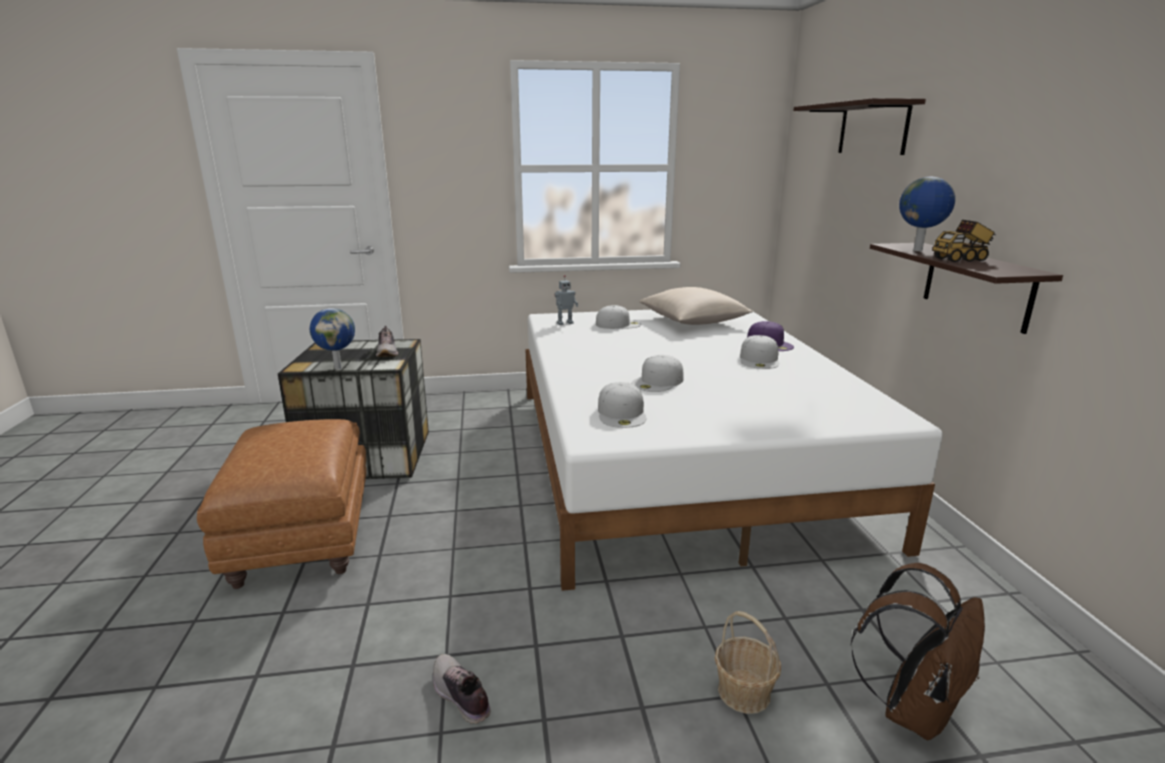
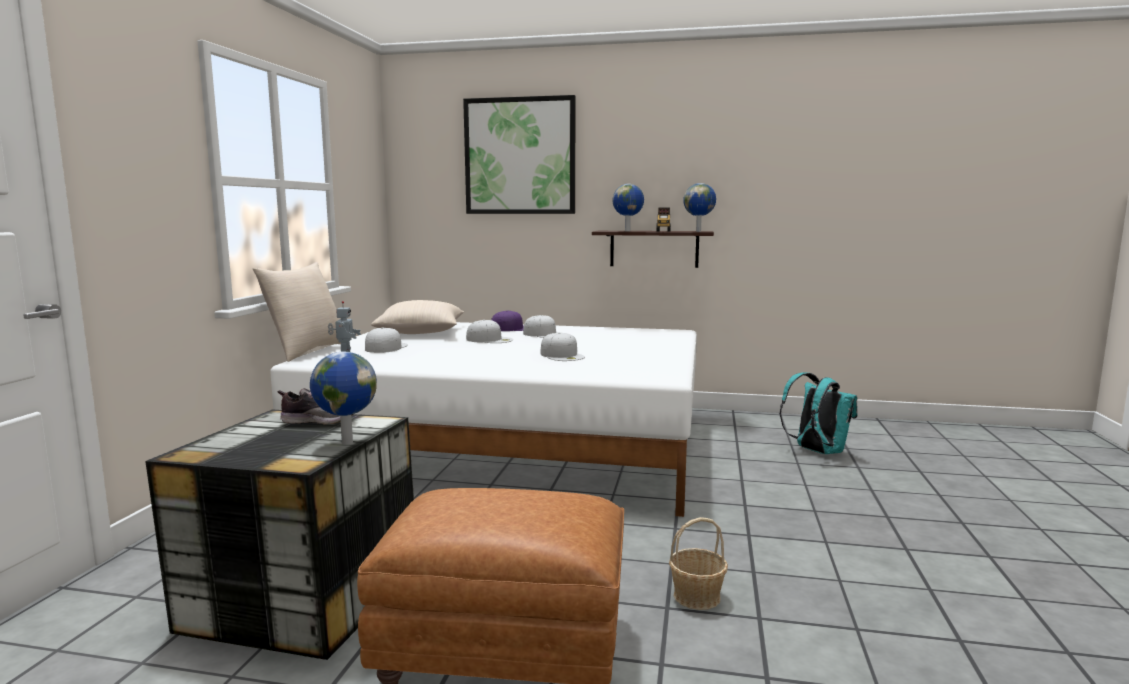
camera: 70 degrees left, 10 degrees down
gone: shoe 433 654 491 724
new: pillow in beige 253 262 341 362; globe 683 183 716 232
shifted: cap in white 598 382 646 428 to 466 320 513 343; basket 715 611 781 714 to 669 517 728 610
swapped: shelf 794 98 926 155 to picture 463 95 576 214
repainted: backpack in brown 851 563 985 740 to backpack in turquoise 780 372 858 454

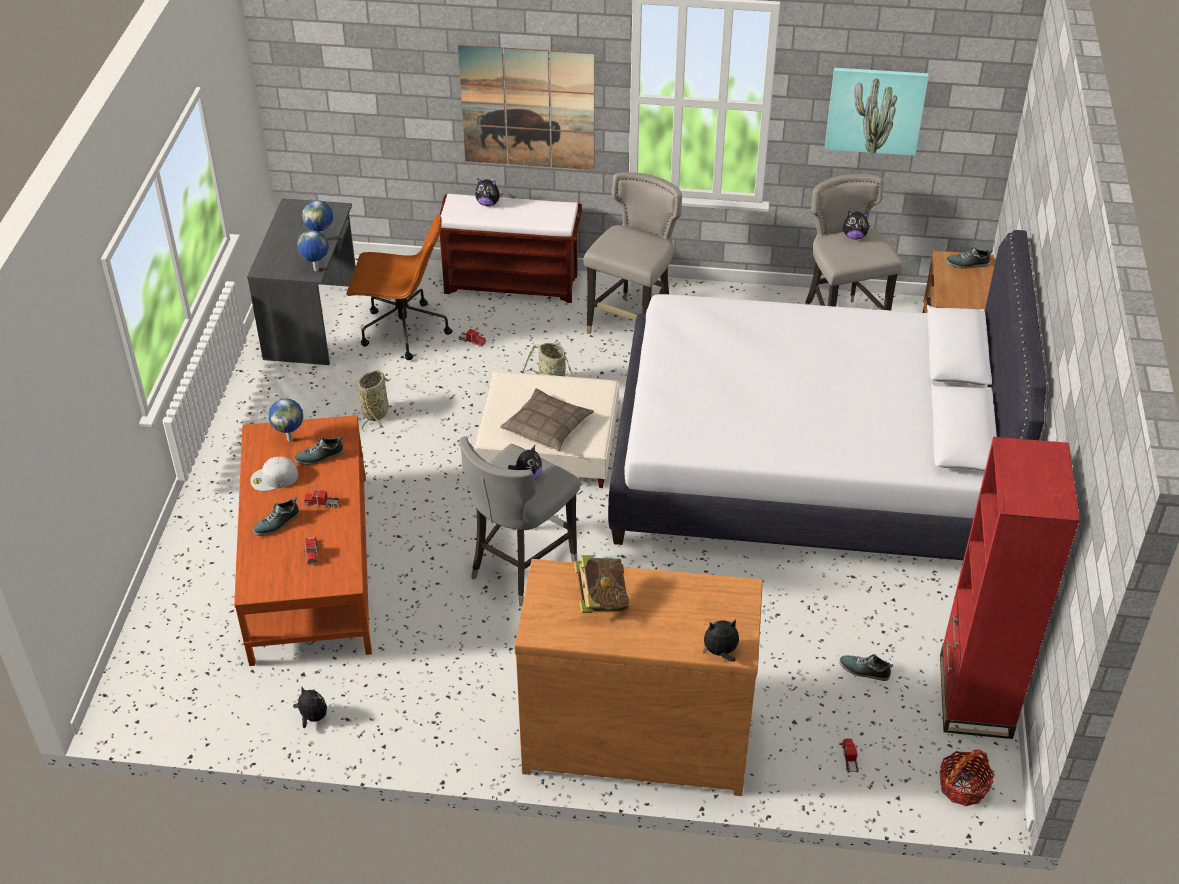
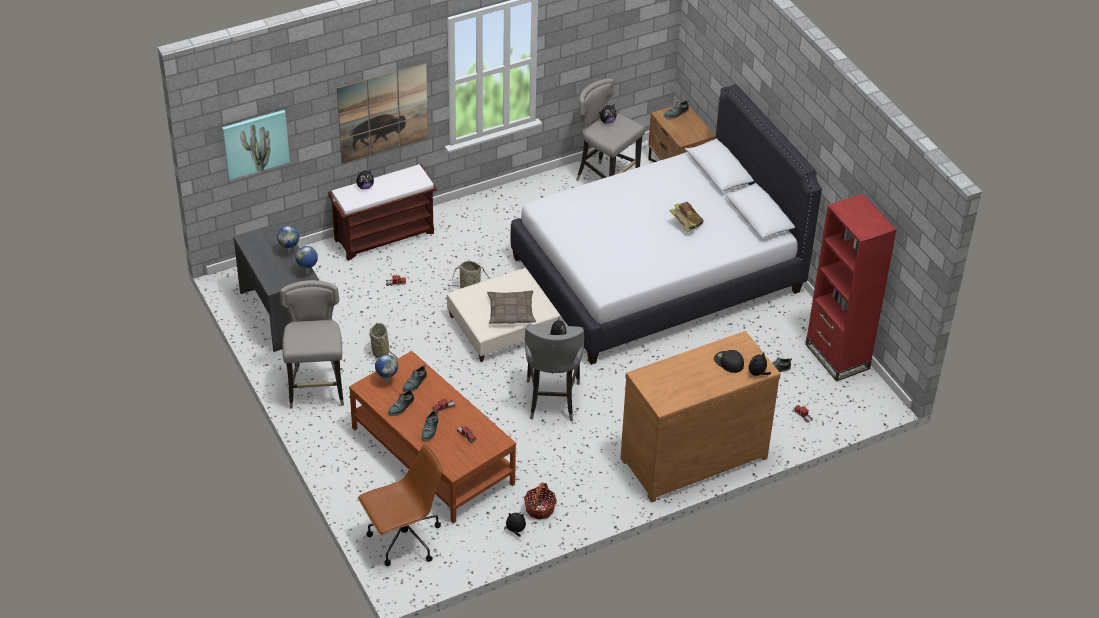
camera: 35 degrees left, 0 degrees up
new: cap in black 714 350 744 373
shifted: office chair in brown 346 214 452 360 to 358 444 443 566; book 574 555 629 613 to 670 202 704 232; stool in grey 583 172 682 334 to 280 280 344 409; picture 825 68 929 156 to 222 110 290 180; basket 940 749 995 806 to 524 483 557 520
swapped: cap in white 250 457 298 491 to shoe 388 389 414 416

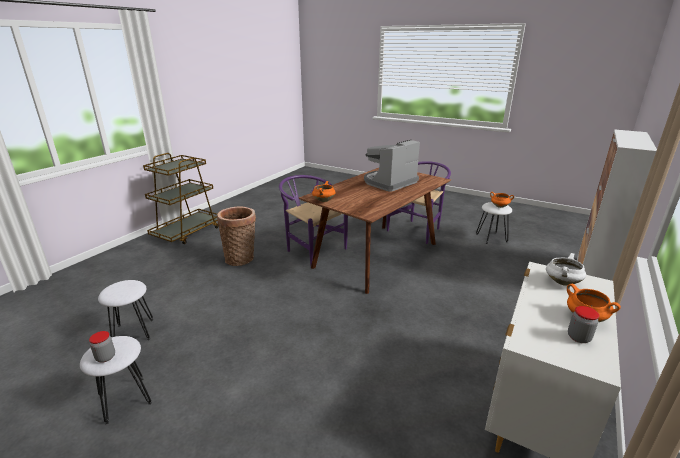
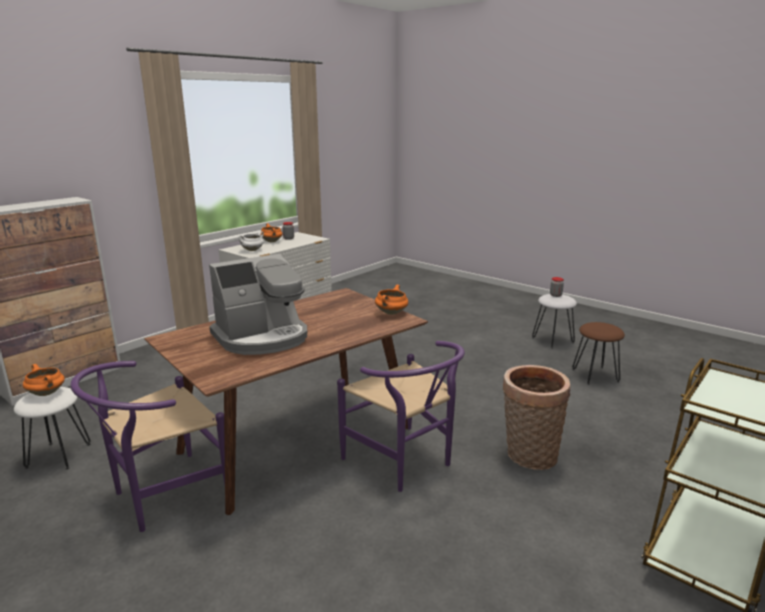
camera: 170 degrees left, 5 degrees down
repainted: stool in white 98 280 153 340 to stool in brown 572 322 625 385

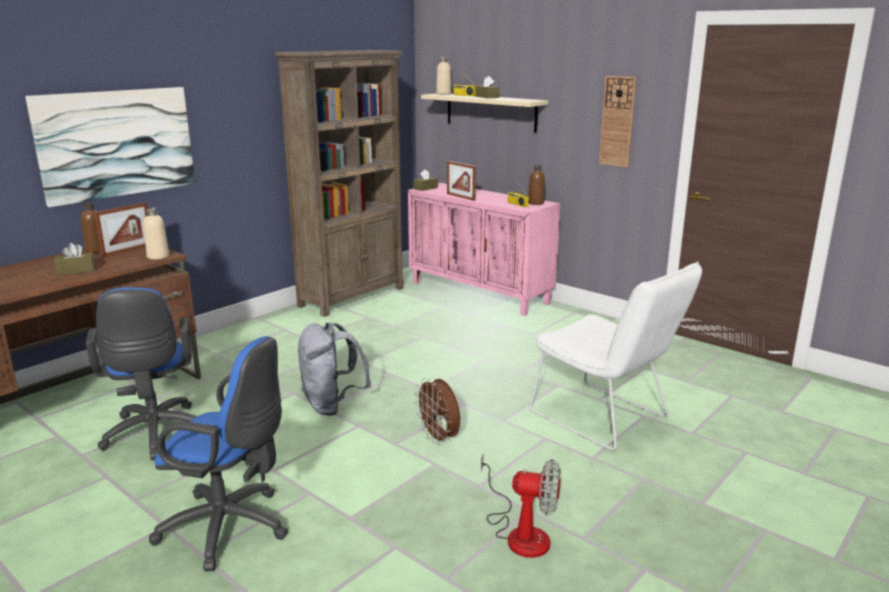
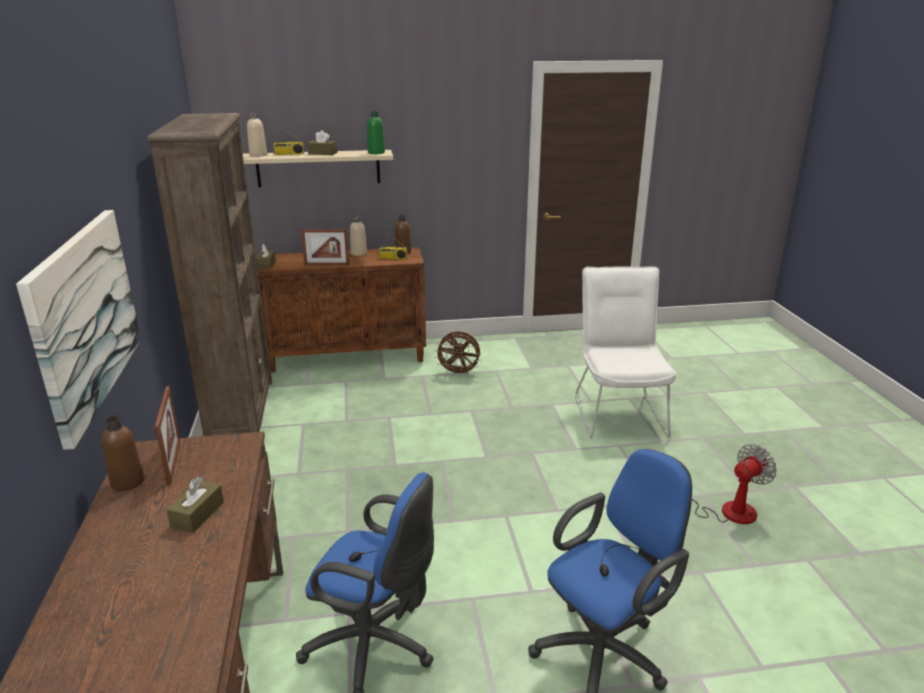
camera: 50 degrees left, 5 degrees up
gone: backpack in grey 298 323 371 416; wall clock 599 76 637 167
new: bottle in green 367 111 385 154
shifted: bottle in beige 143 208 169 260 to 350 216 367 256; fan in brown 414 378 460 445 to 434 332 482 377
repainted: cabinet in pink 408 183 561 316 to cabinet in brown 256 247 426 372
rotated: chair in white 530 262 702 450 = 575 266 677 438 90 degrees counterclockwise

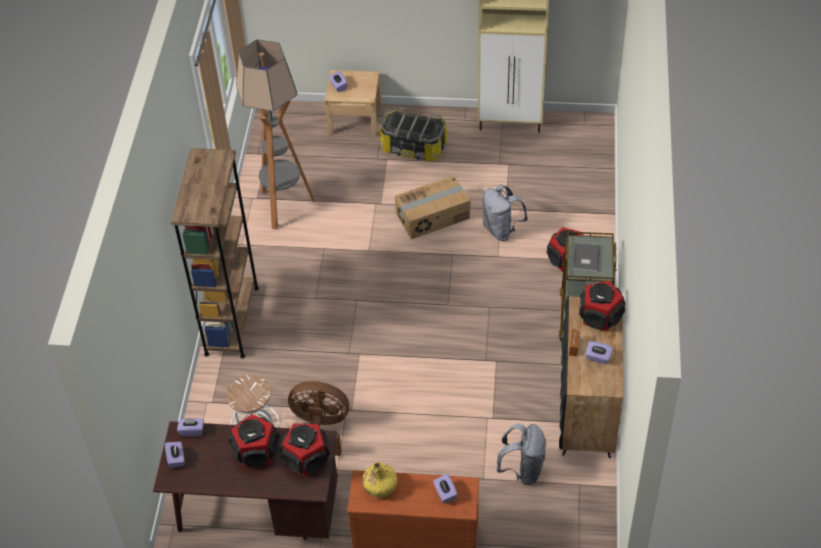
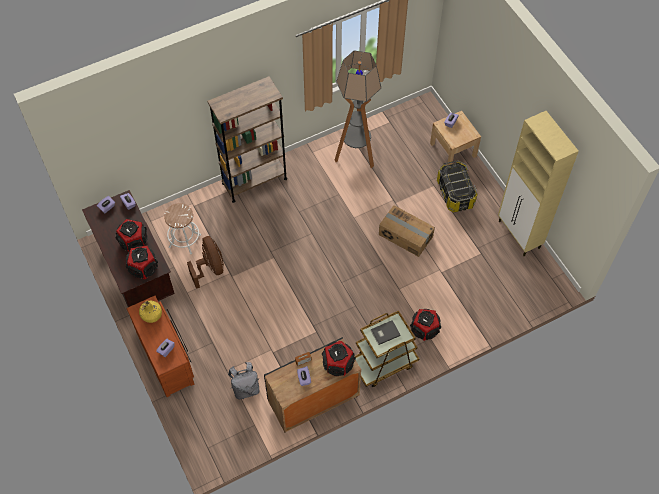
camera: 55 degrees right, 10 degrees up
gone: backpack in grey 482 185 528 241

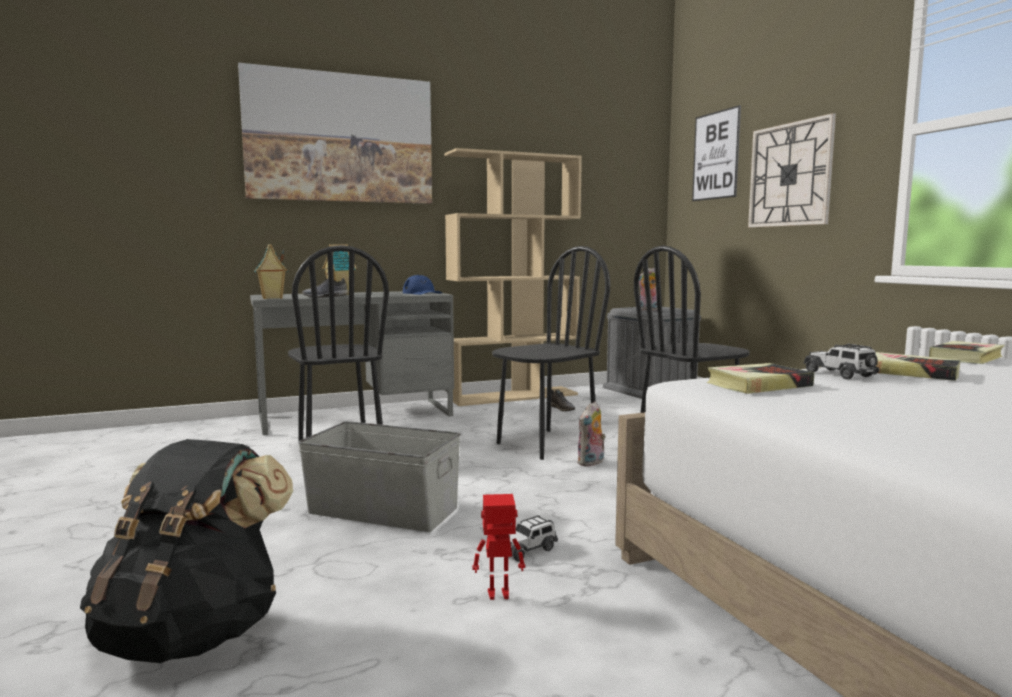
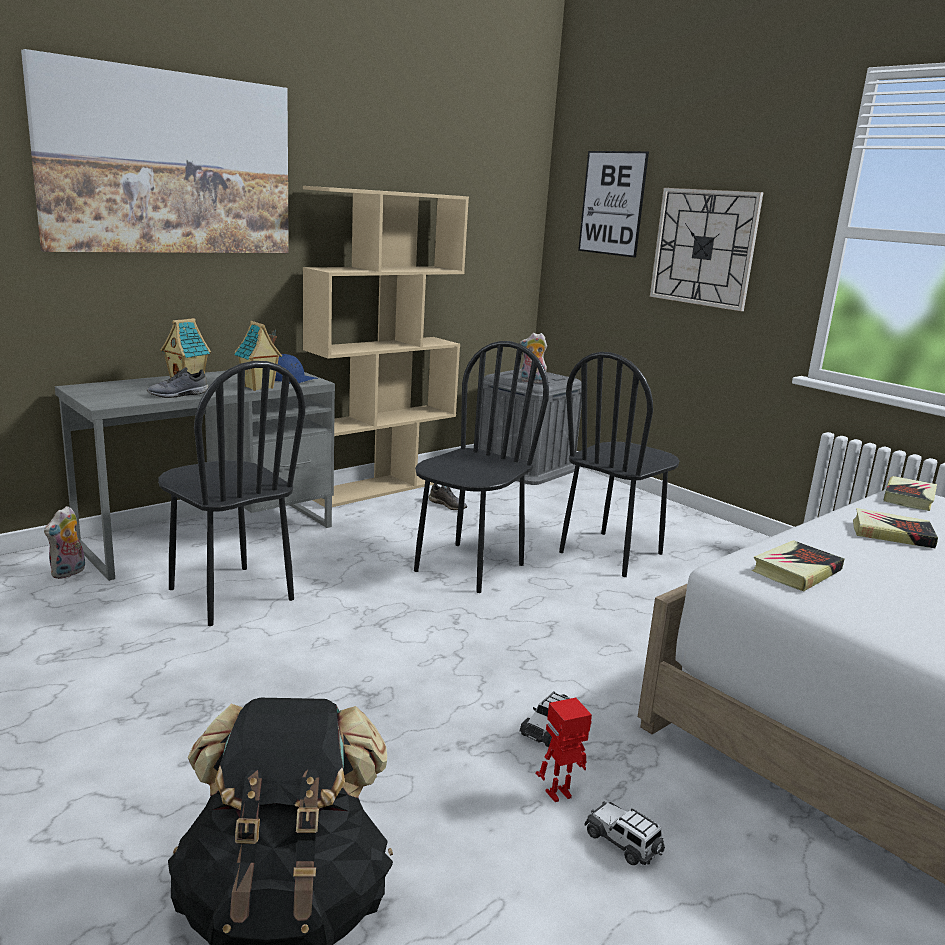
camera: 20 degrees left, 10 degrees up
gone: storage box in grey 298 421 461 532
shifted: toy house 254 244 288 299 to 234 321 282 391; plush toy 577 401 606 467 to 44 506 85 579; toy car 803 344 880 379 to 584 801 665 865

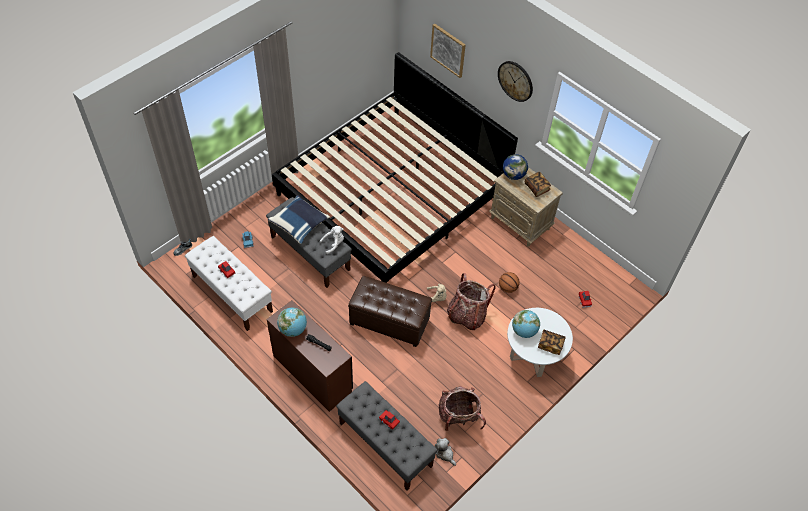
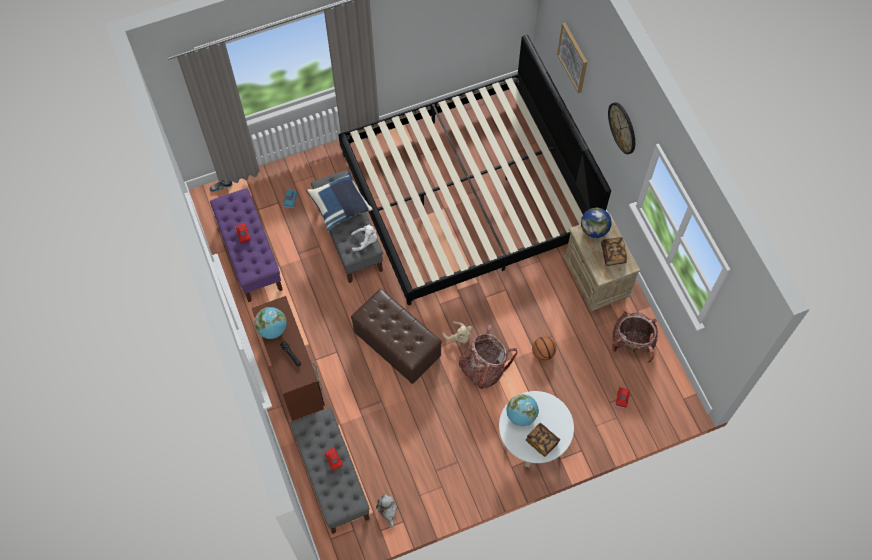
camera: 25 degrees right, 10 degrees up
shifted: backpack 439 386 486 431 to 612 311 658 362
repainted: bench in white 185 236 273 331 to bench in purple 210 188 283 302

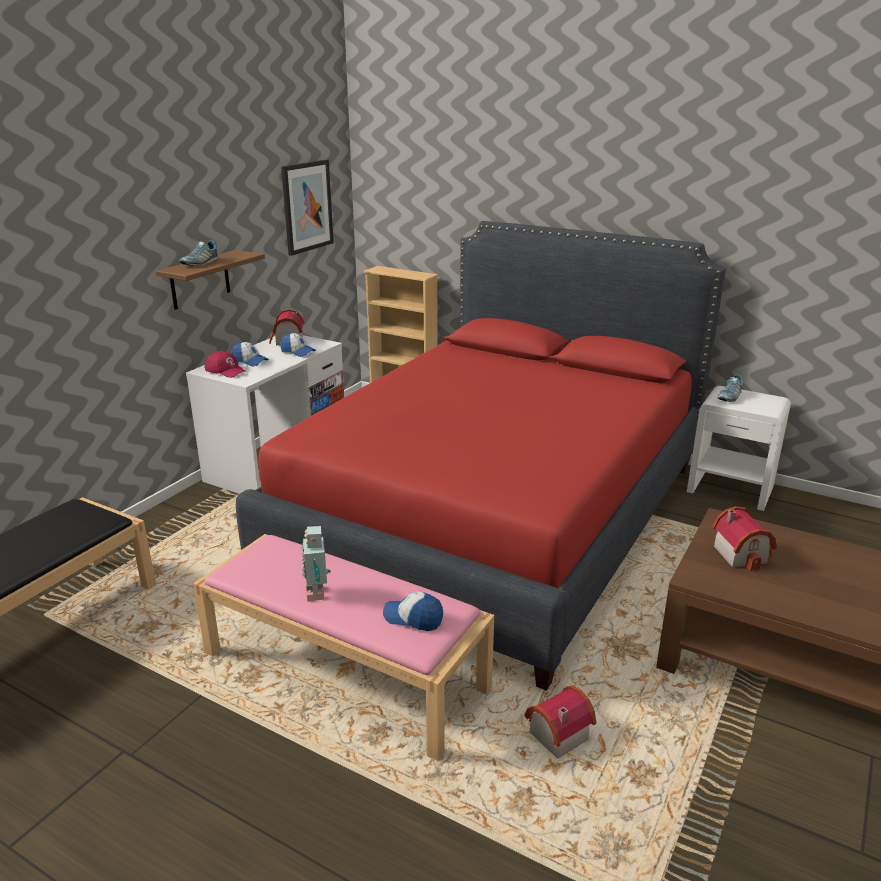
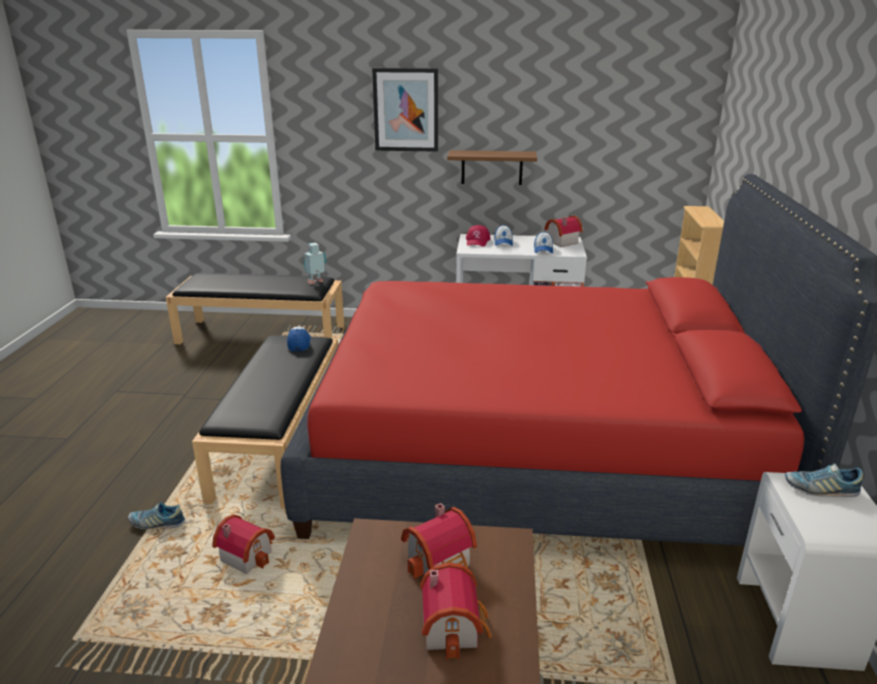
camera: 65 degrees right, 0 degrees up
new: toy house 420 562 492 660
shifted: shoe 180 240 219 266 to 128 502 185 530; picture 281 160 334 256 to 372 68 438 152; toy robot 301 526 331 602 to 303 242 326 284; cap 383 591 443 631 to 287 326 311 351
repainted: bench in pink 193 534 494 761 to bench in black 192 335 338 508

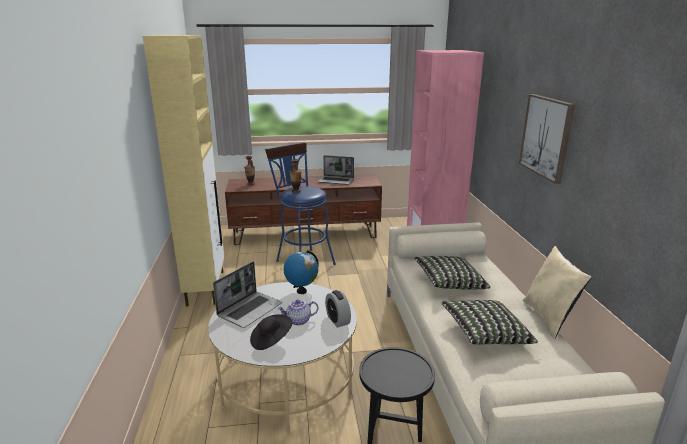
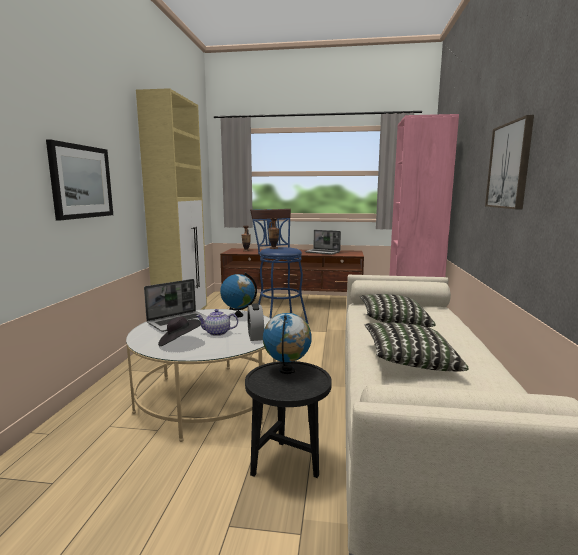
camera: 15 degrees right, 10 degrees down
gone: pillow in beige 523 246 592 339
new: picture 46 140 113 220; globe 263 313 312 374

